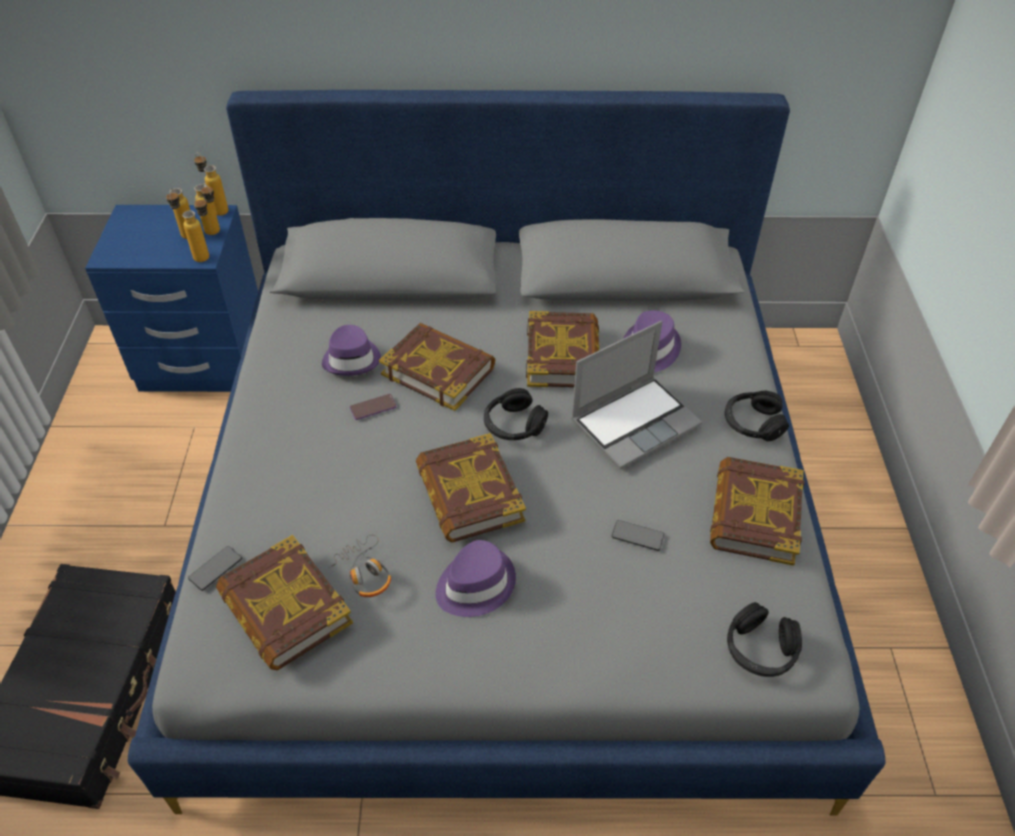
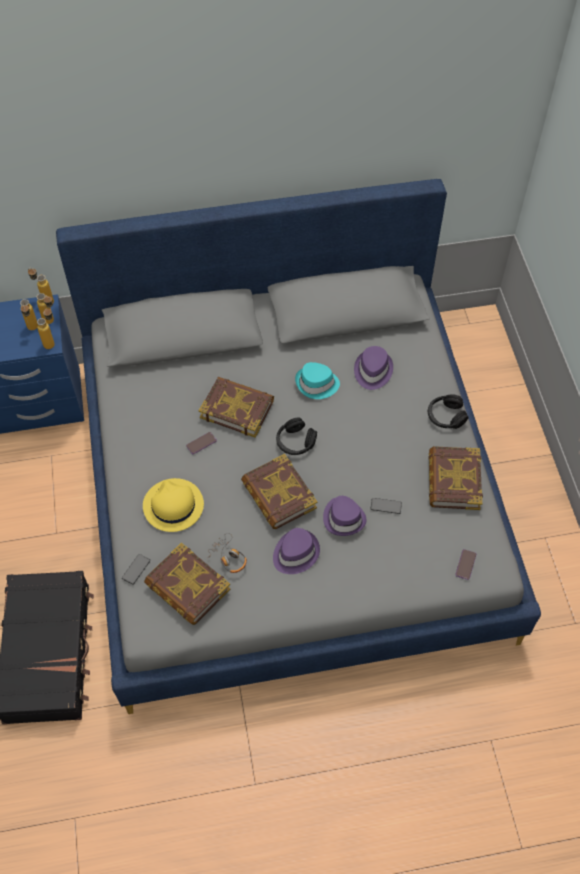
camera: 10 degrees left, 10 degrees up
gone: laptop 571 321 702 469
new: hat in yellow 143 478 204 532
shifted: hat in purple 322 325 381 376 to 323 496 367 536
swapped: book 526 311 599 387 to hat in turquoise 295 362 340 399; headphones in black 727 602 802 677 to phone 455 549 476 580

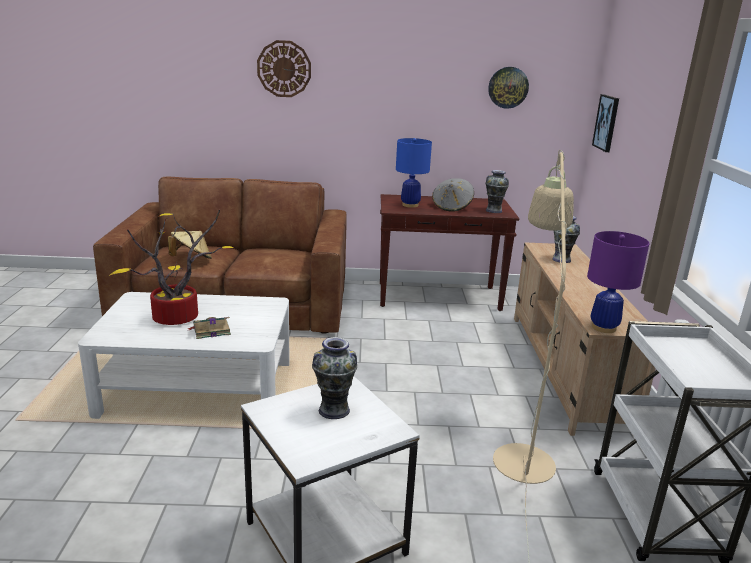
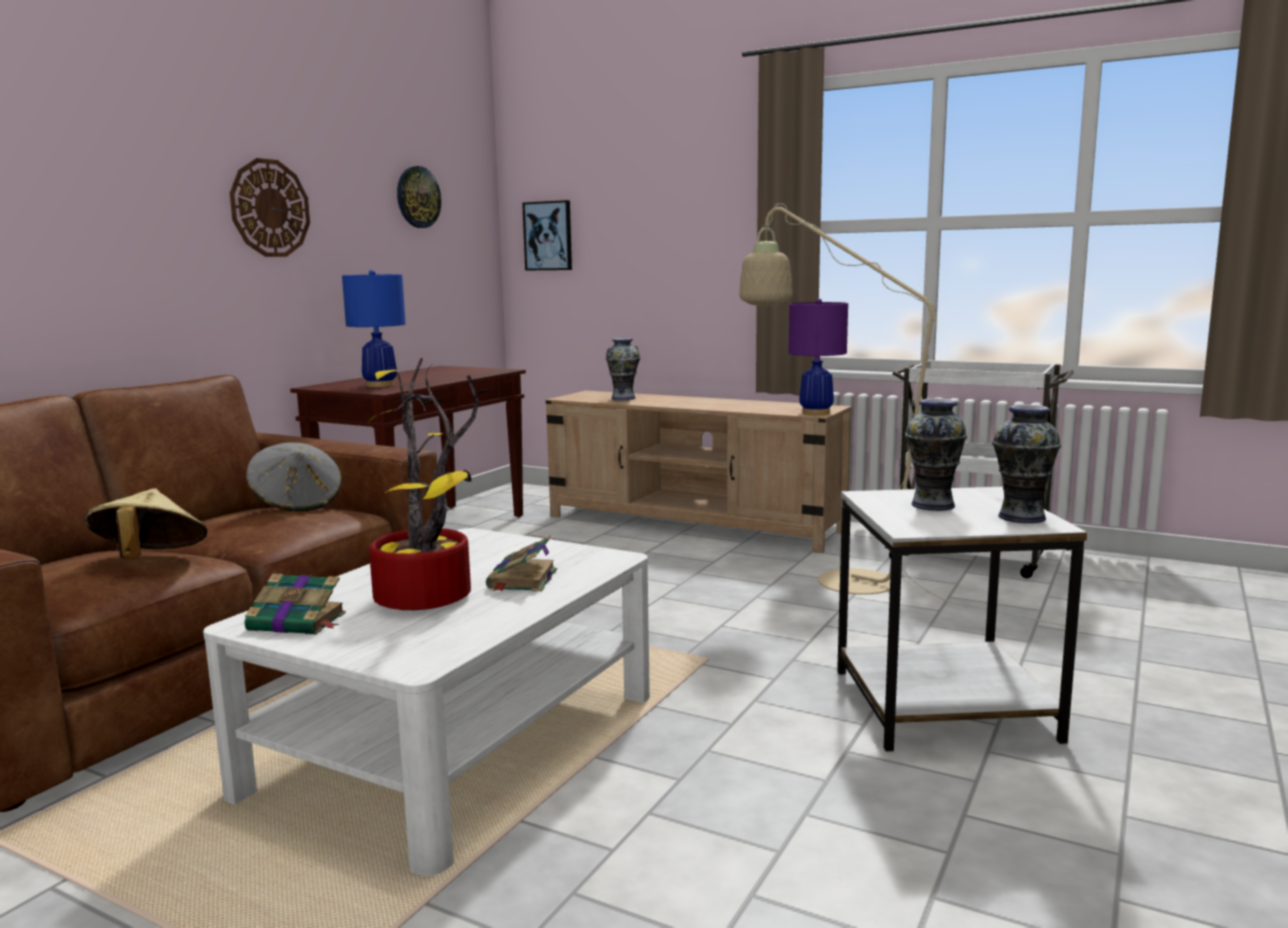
camera: 60 degrees left, 10 degrees down
new: book 245 573 346 635
shifted: wall clock 257 40 311 97 to 230 158 310 257; hat in grey 432 178 474 212 to 246 443 342 511; vase 485 170 509 213 to 992 405 1061 523

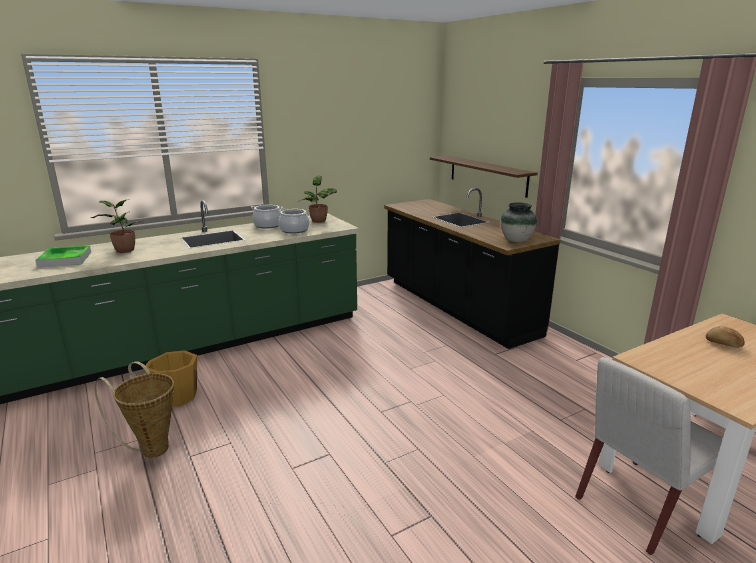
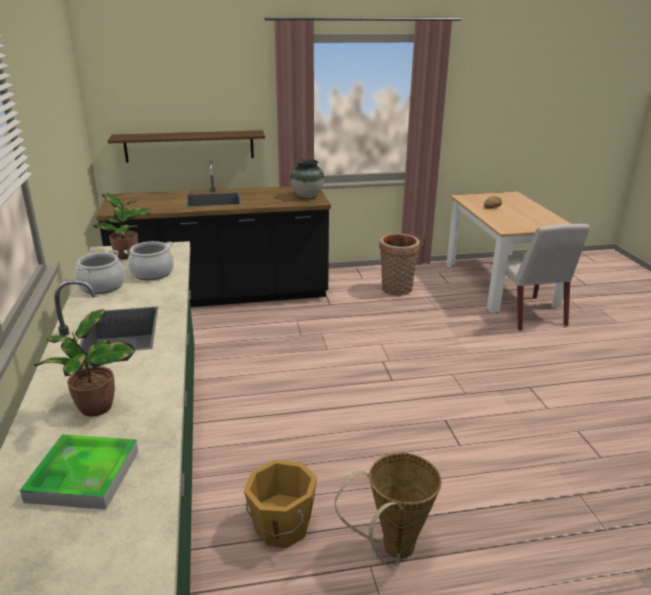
camera: 70 degrees left, 5 degrees up
new: basket 379 233 420 296

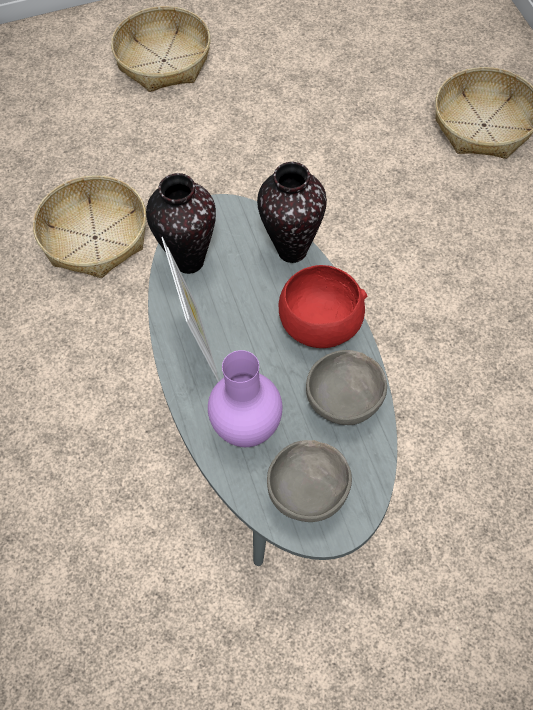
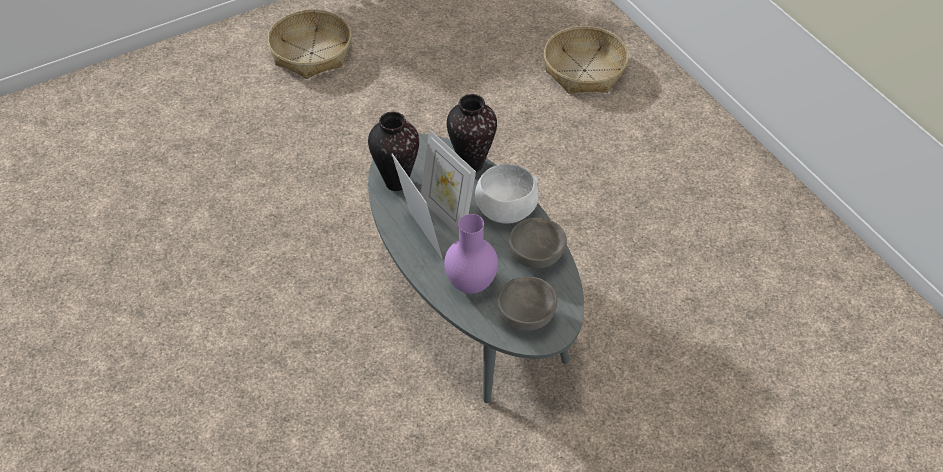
camera: 15 degrees left, 10 degrees down
gone: basket 33 176 146 278
new: picture frame 421 130 476 236
repainted: bowl in red 279 265 367 348 to bowl in white 475 164 539 224

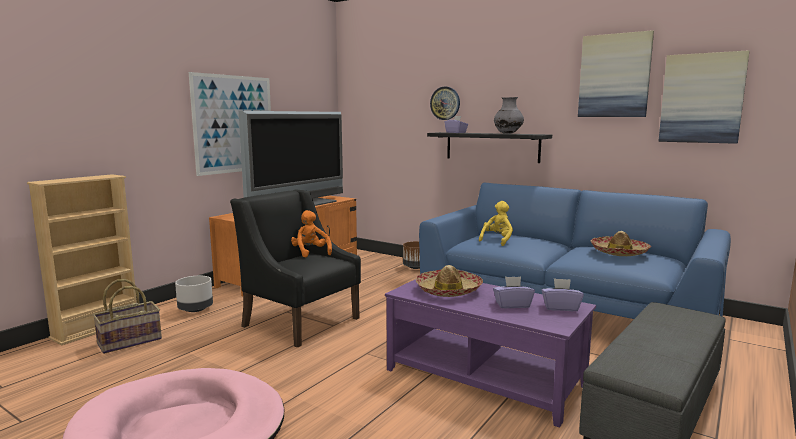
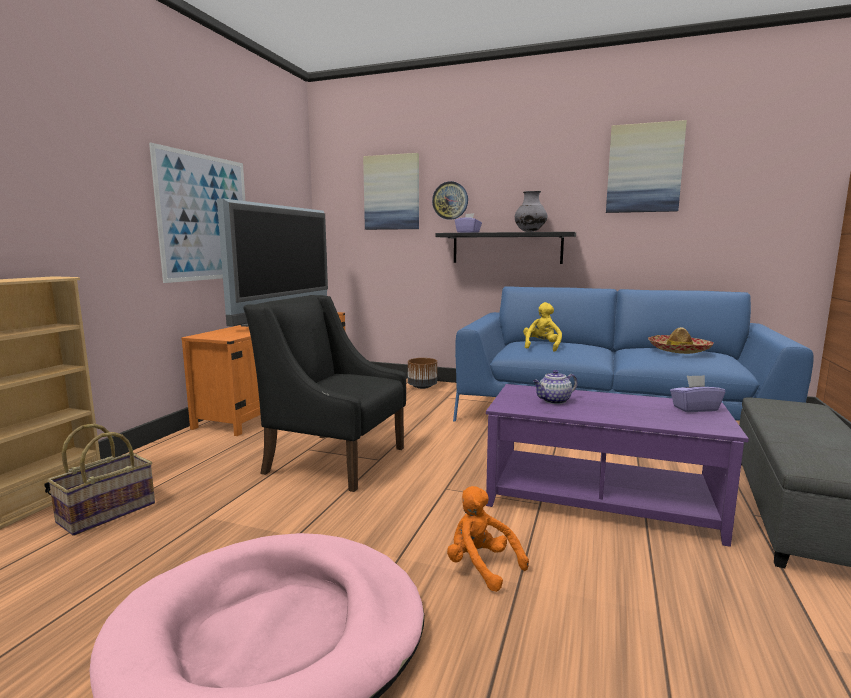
camera: 15 degrees left, 0 degrees up
gone: planter in grey 175 276 213 312; tissue box in purple 493 277 535 308
shifted: plush toy in orange 291 210 332 258 to 447 486 529 592; picture 658 50 750 144 to 363 153 419 230
swapped: hat 416 265 483 297 to teapot 533 370 577 404

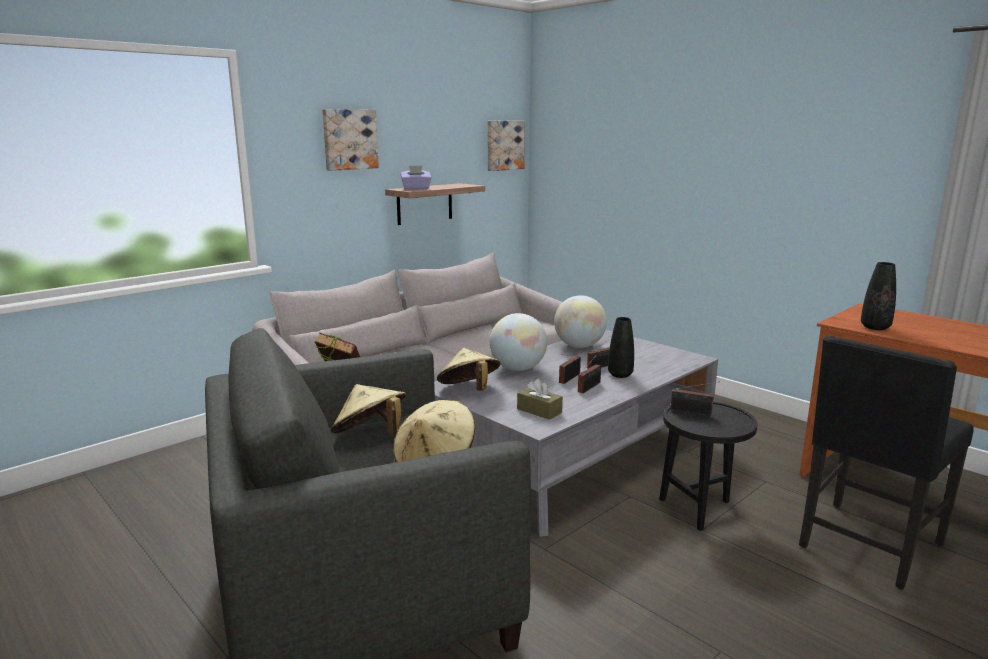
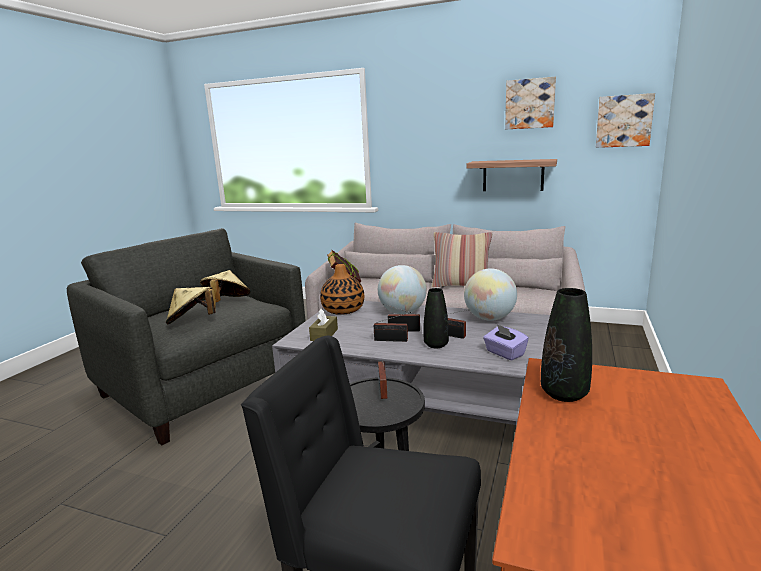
camera: 65 degrees right, 0 degrees up
new: pillow 432 232 492 287
shifted: picture 322 109 379 171 to 505 77 556 129; tissue box in purple 400 165 431 190 to 483 324 529 361
swapped: hat in beige 437 348 500 391 to vase 320 264 364 315

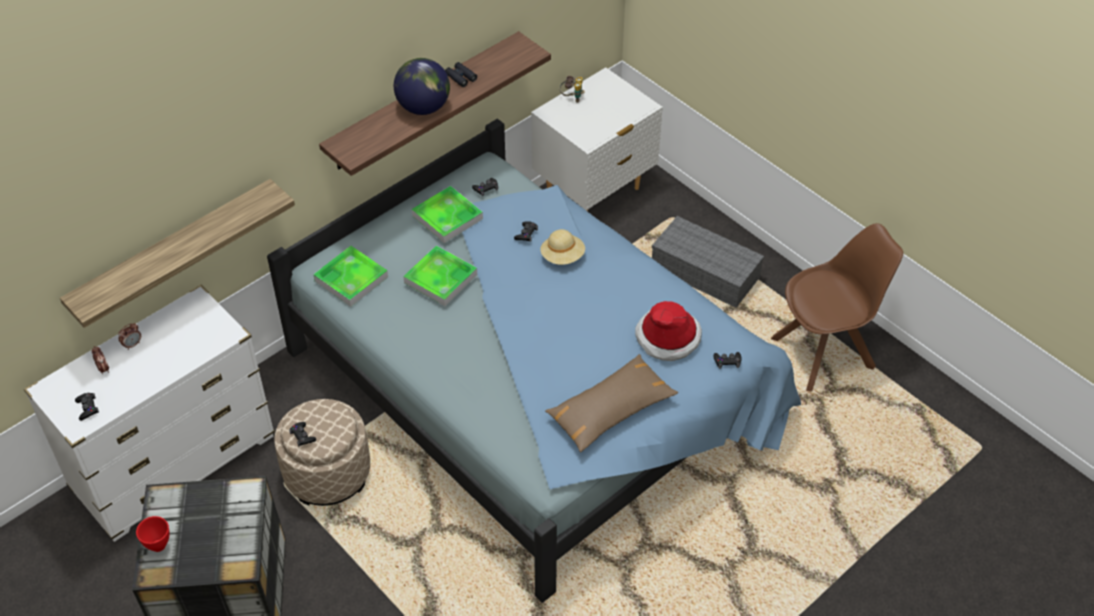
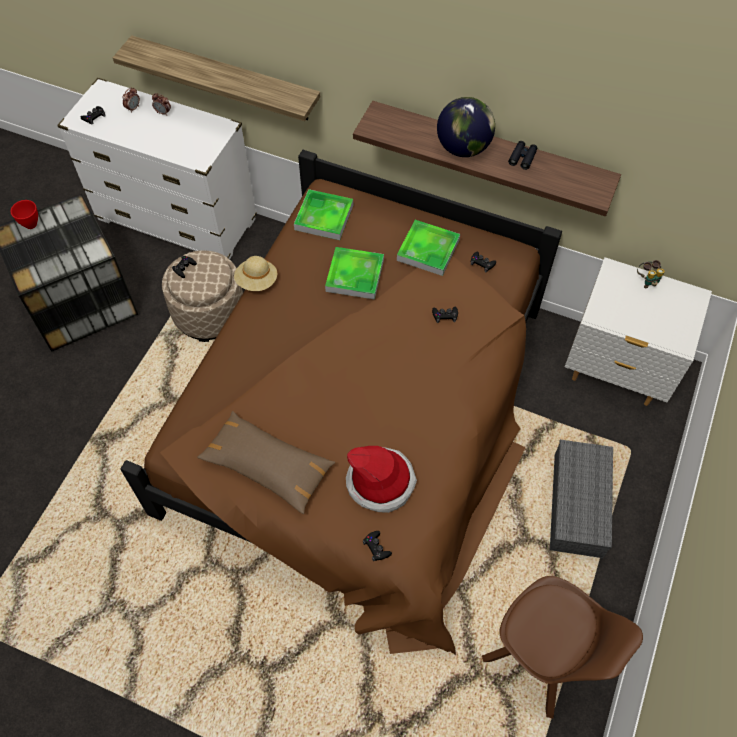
camera: 65 degrees right, 10 degrees up
shifted: hat in beige 540 229 585 265 to 234 256 277 291
repainted: bed in blue 267 119 801 603 to bed in brown 120 150 562 656

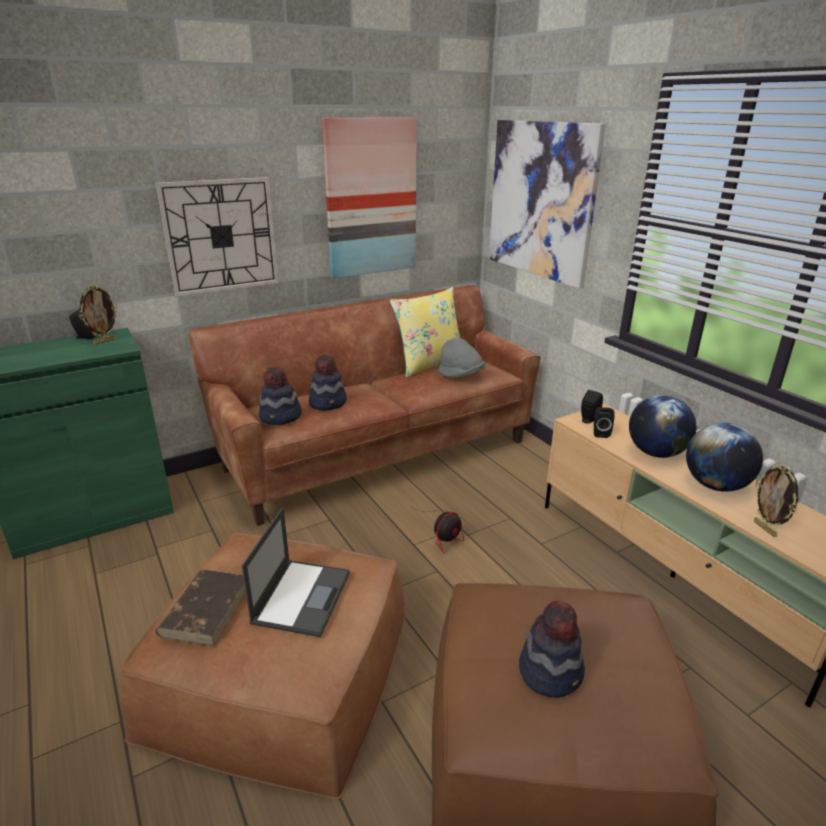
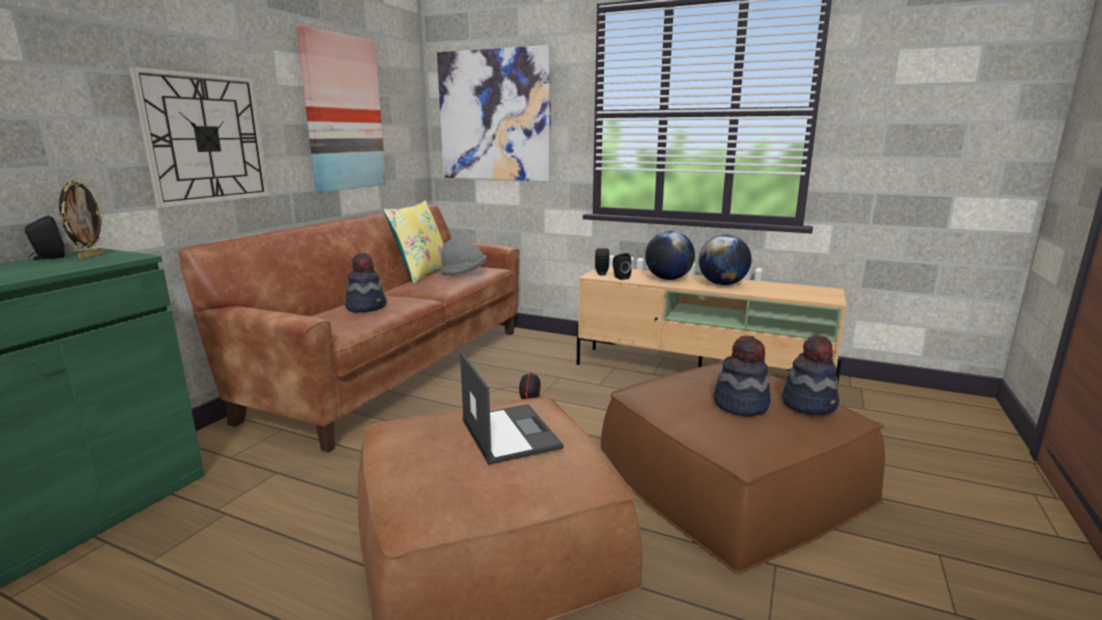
camera: 35 degrees left, 10 degrees down
gone: book in brown 156 569 246 646; picture frame 754 465 799 537
shifted: hat 259 366 302 425 to 782 335 839 415

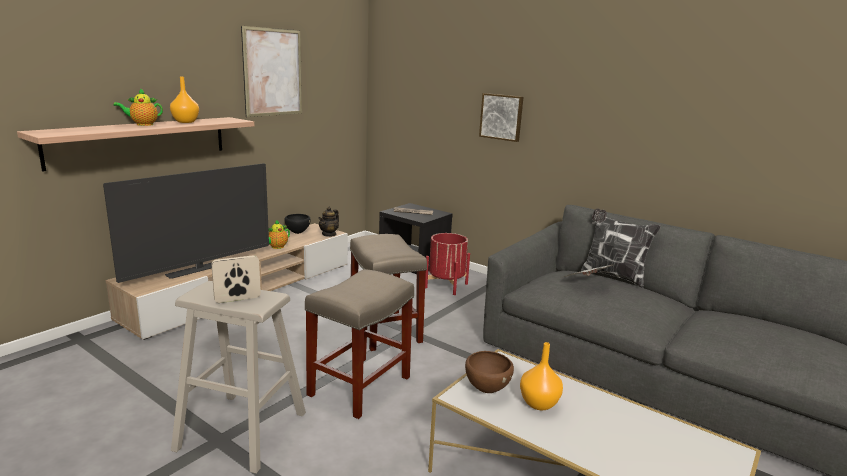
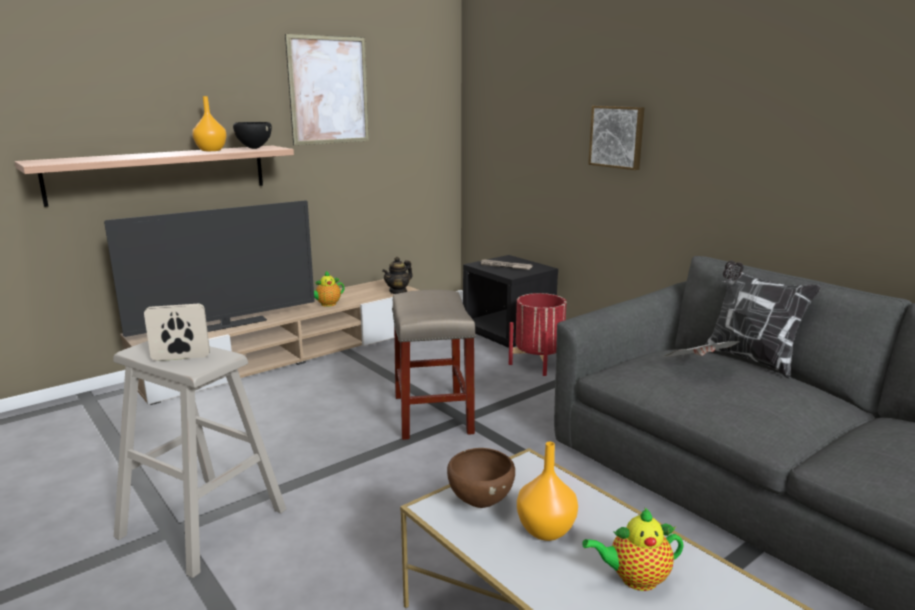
camera: 15 degrees right, 0 degrees up
gone: stool in beige 305 269 414 419
shifted: teapot 113 88 163 126 to 582 507 684 591; bowl in black 284 214 311 234 to 233 122 272 149

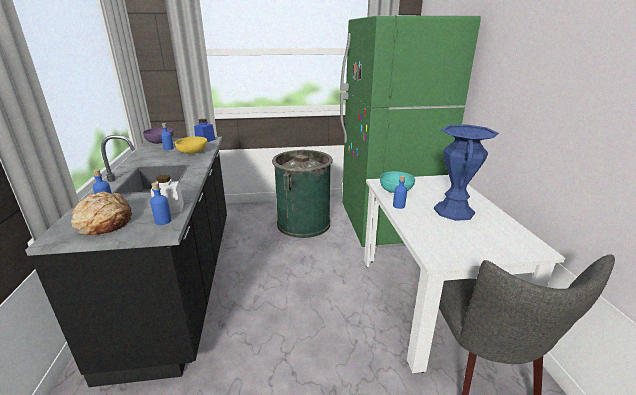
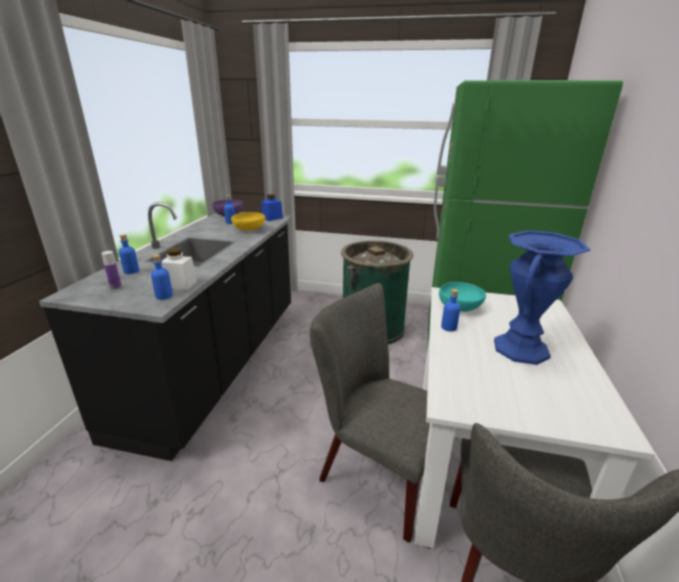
camera: 20 degrees right, 0 degrees up
new: chair in grey 310 283 450 543
swapped: bread 71 191 132 235 to bottle 101 251 122 290

